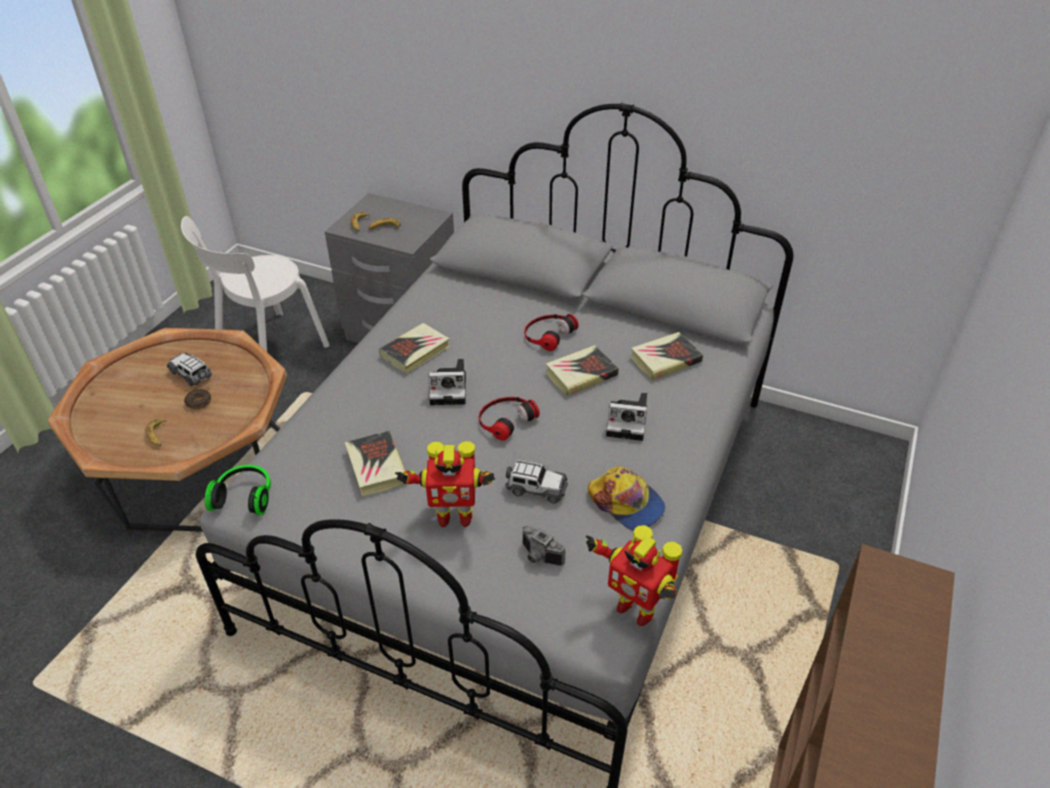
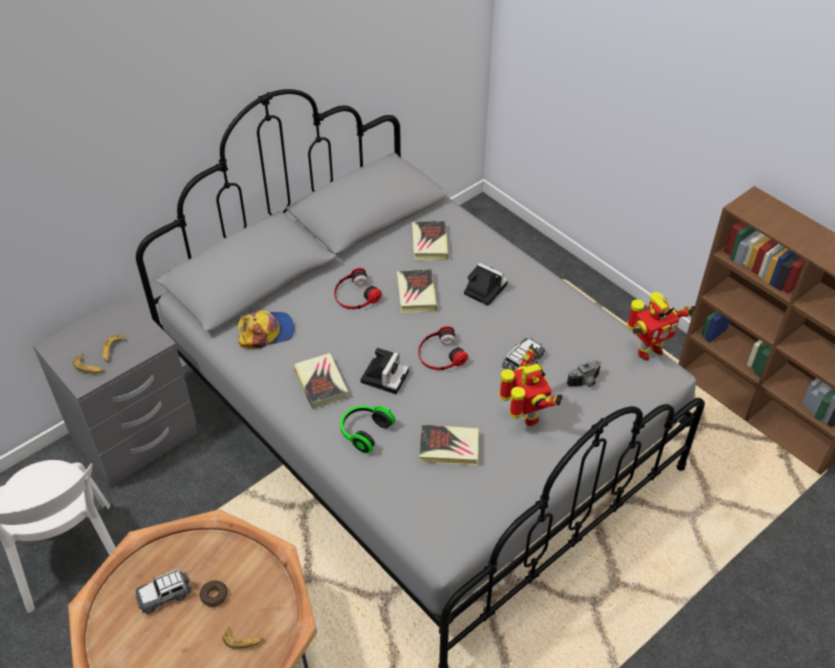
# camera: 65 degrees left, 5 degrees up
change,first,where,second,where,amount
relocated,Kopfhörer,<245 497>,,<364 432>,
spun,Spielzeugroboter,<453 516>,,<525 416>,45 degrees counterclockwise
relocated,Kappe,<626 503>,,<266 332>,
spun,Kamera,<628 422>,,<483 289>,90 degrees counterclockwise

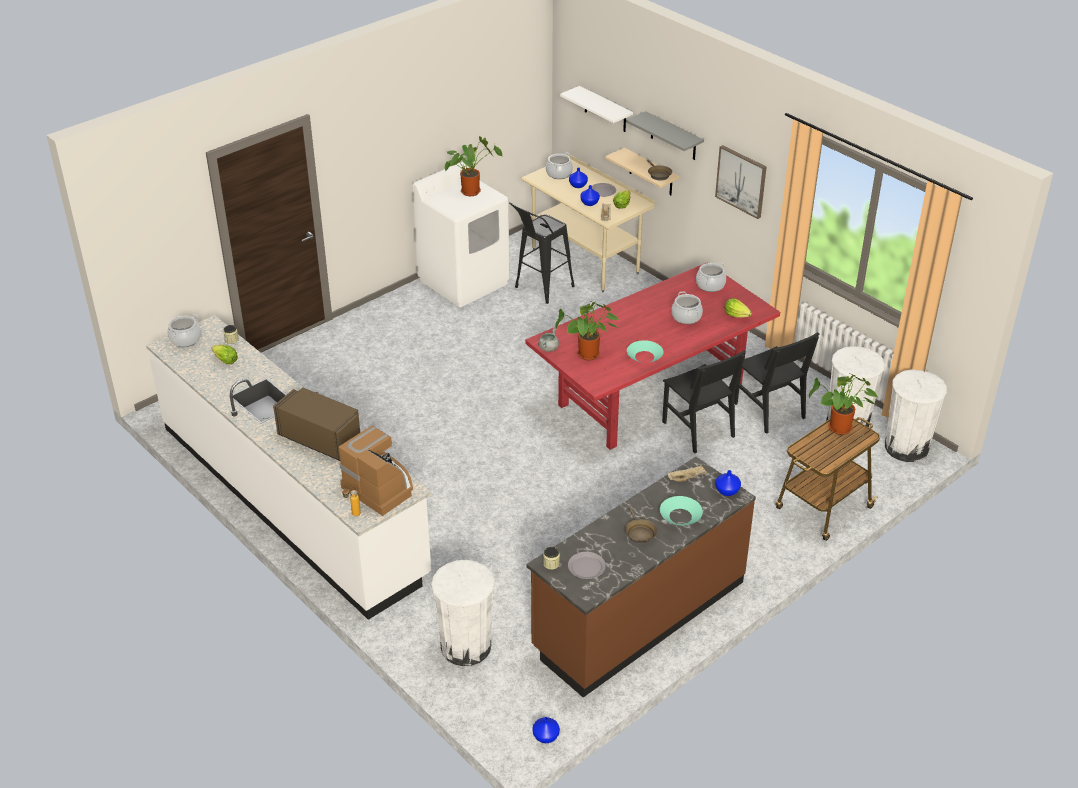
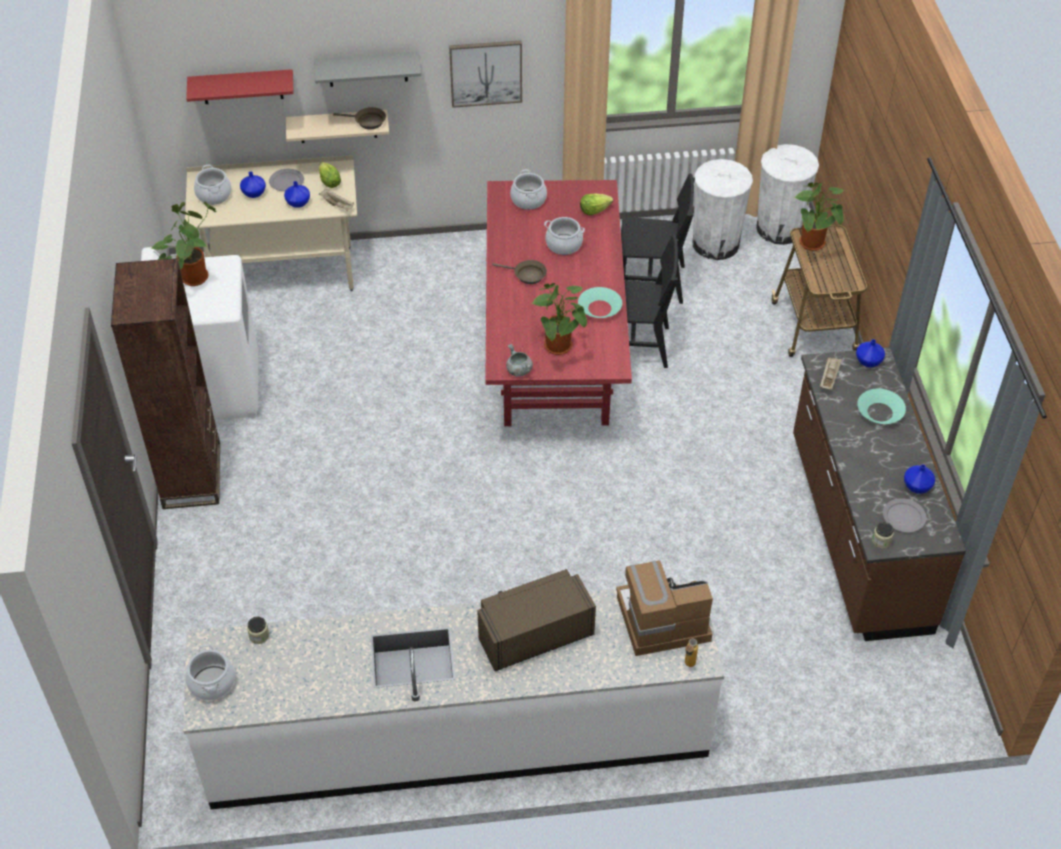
# camera: 55 degrees left, 10 degrees up
change,first,where,second,where,amount
missing,Salatkopf,<225 361>,,,
missing,Mülleimer (weiß),<466 646>,,,
missing,Hocker (schwarz),<540 289>,,,
relocated,Vase (blau),<545 736>,,<916 487>,
colour,Wandregal (weiß),<605 110>,Wandregal (rot),<242 87>,
relocated,Pfanne (braun),<639 532>,,<527 275>,
appeared,,,Bücherregal (braun),<192 475>,

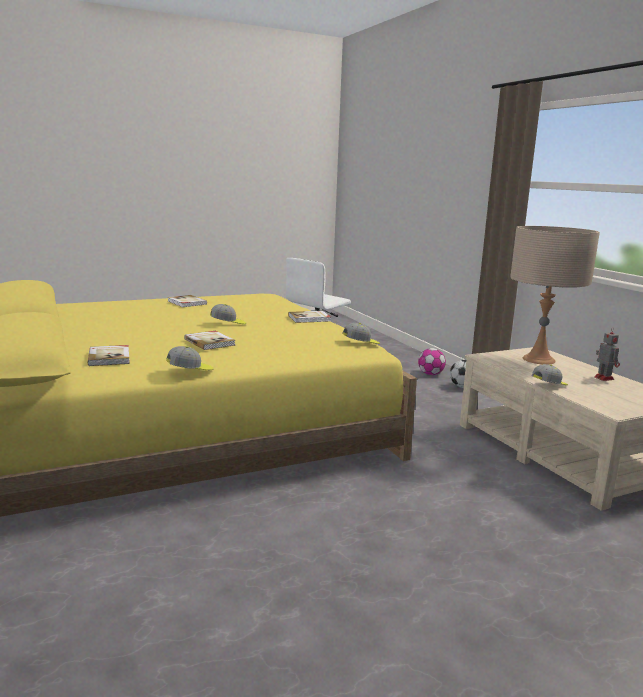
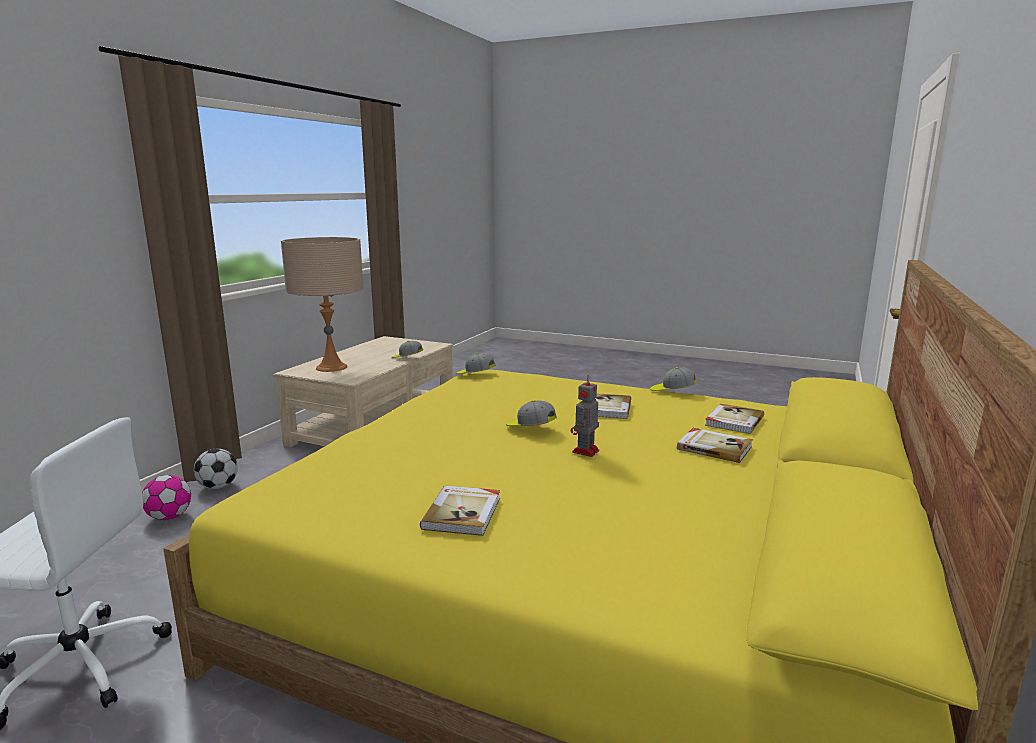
# camera: 130 degrees left, 0 degrees up
change,first,where,second,where,amount
relocated,Buch,<309 318>,,<714 447>,
relocated,Spielzeugroboter,<603 378>,,<585 452>,

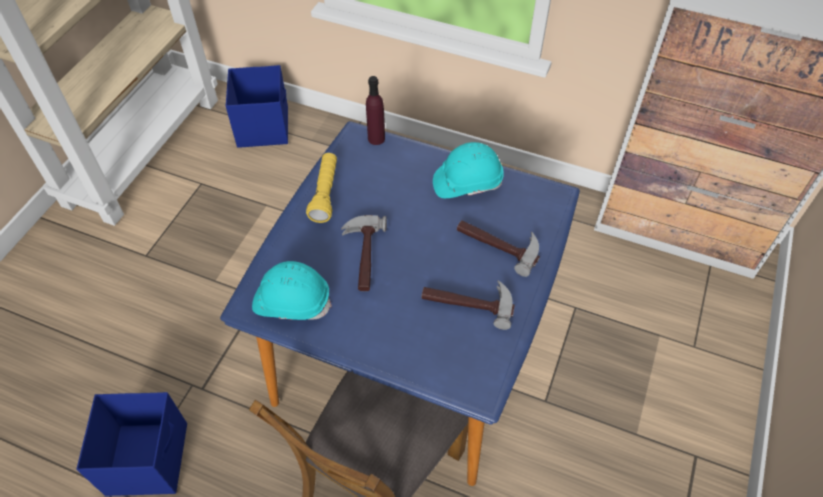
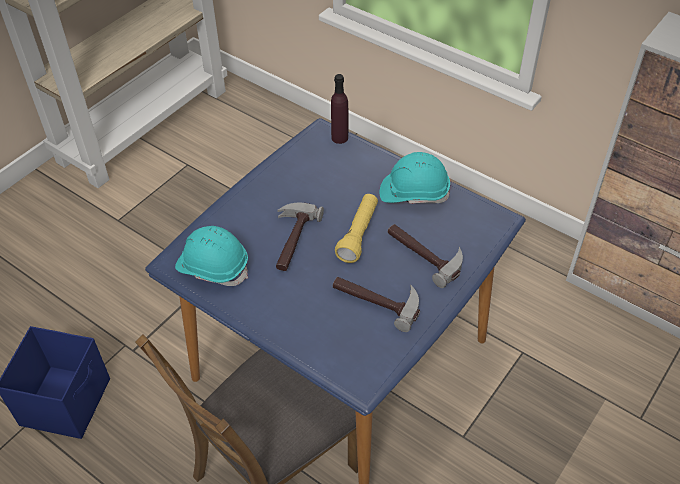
# camera: 15 degrees right, 5 degrees down
change,first,where,second,where,amount
missing,Aufbewahrungsbox (blau),<263 127>,,,
relocated,Taschenlampe (gelb),<325 193>,,<358 234>,

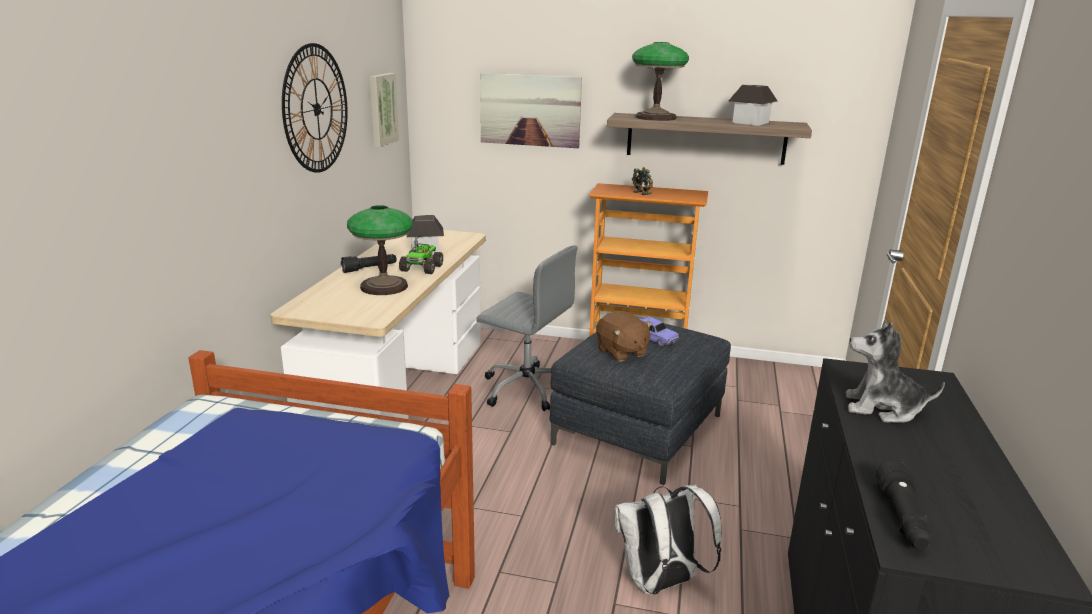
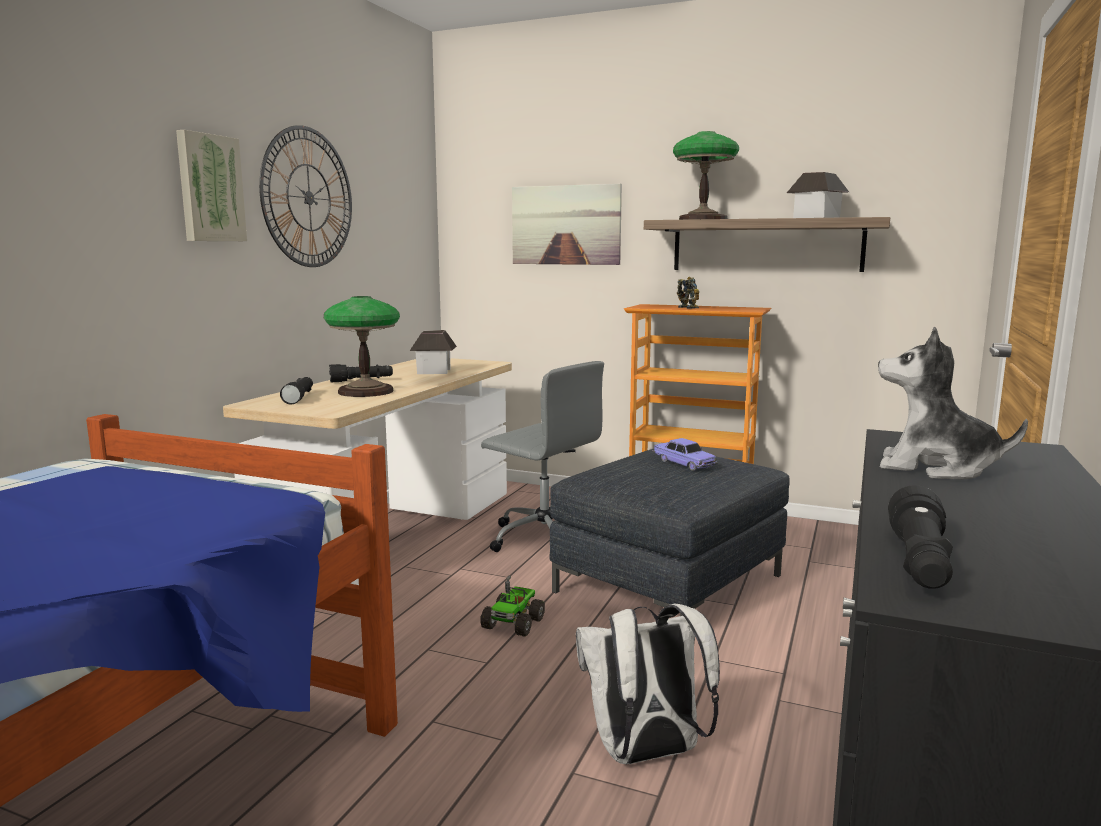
# camera: 10 degrees right, 10 degrees down
change,first,where,second,where,amount
relocated,Bild,<381 109>,,<209 188>,
relocated,Spielzeuglaster,<422 268>,,<514 623>,
missing,Plüschtier (braun),<621 352>,,,
appeared,,,Taschenlampe (schwarz),<300 397>,

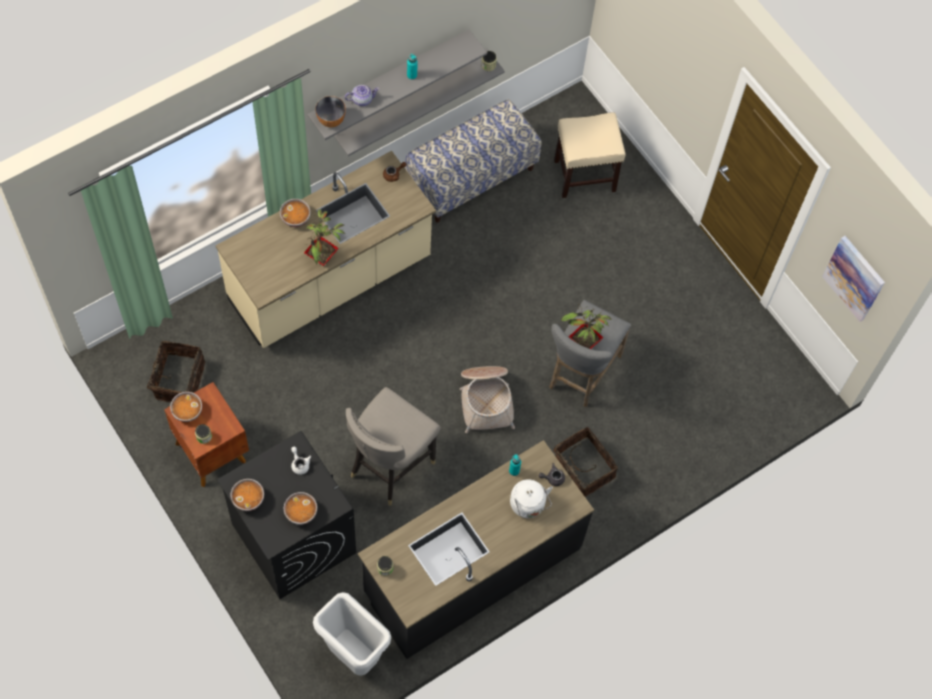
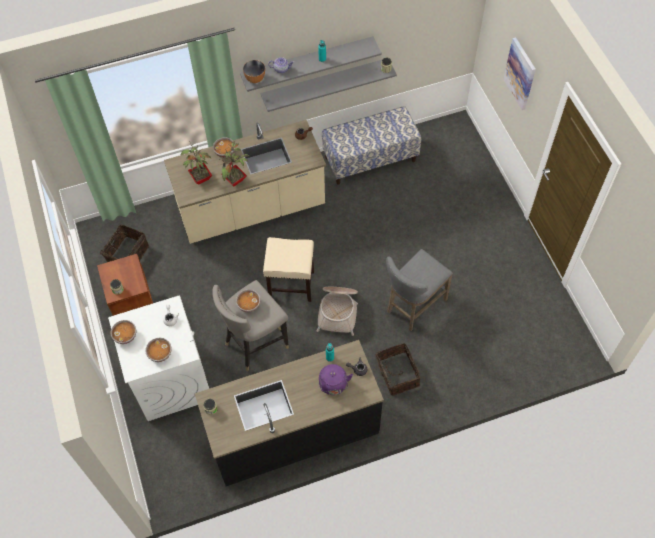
# camera: 20 degrees right, 5 degrees down
change,first,where,second,where,amount
relocated,Schüssel,<187 411>,,<248 305>,
colour,Waschmaschine (schwarz),<293 538>,Waschmaschine (weiß),<171 379>,
missing,Mülleimer (weiß),<353 656>,,,
colour,Wasserkessel (weiß),<528 506>,Wasserkessel (lila),<333 386>,
relocated,Hocker (beige),<584 176>,,<290 285>,
relocated,Topfpflanze,<583 343>,,<200 179>,
relocated,Bild,<854 278>,,<520 73>,

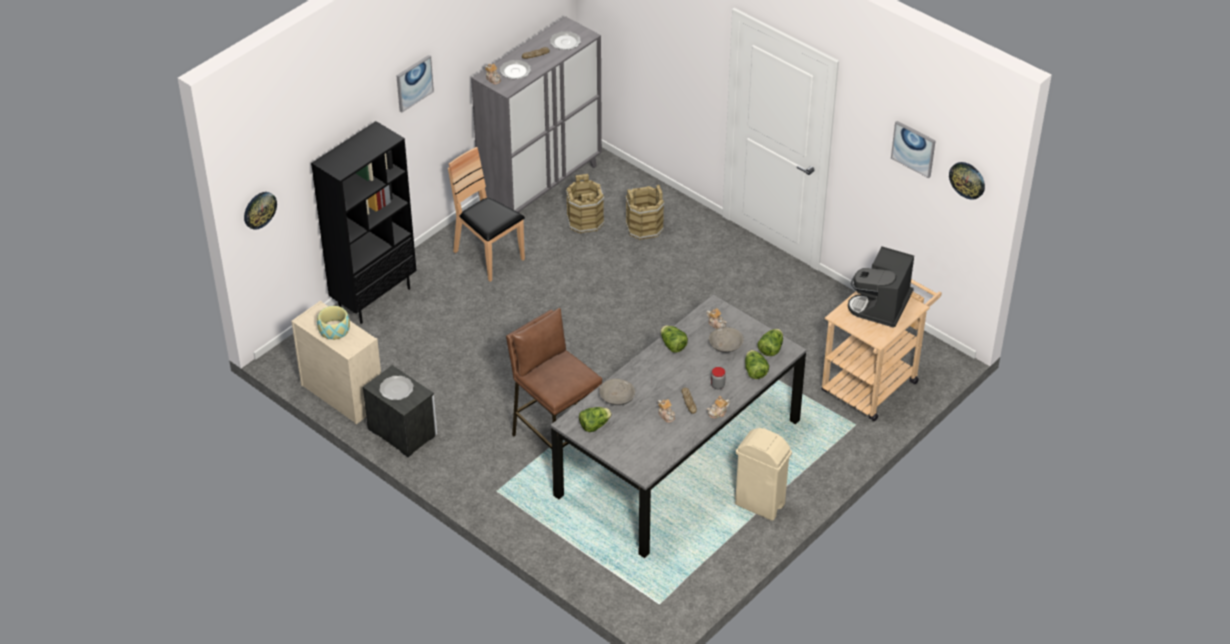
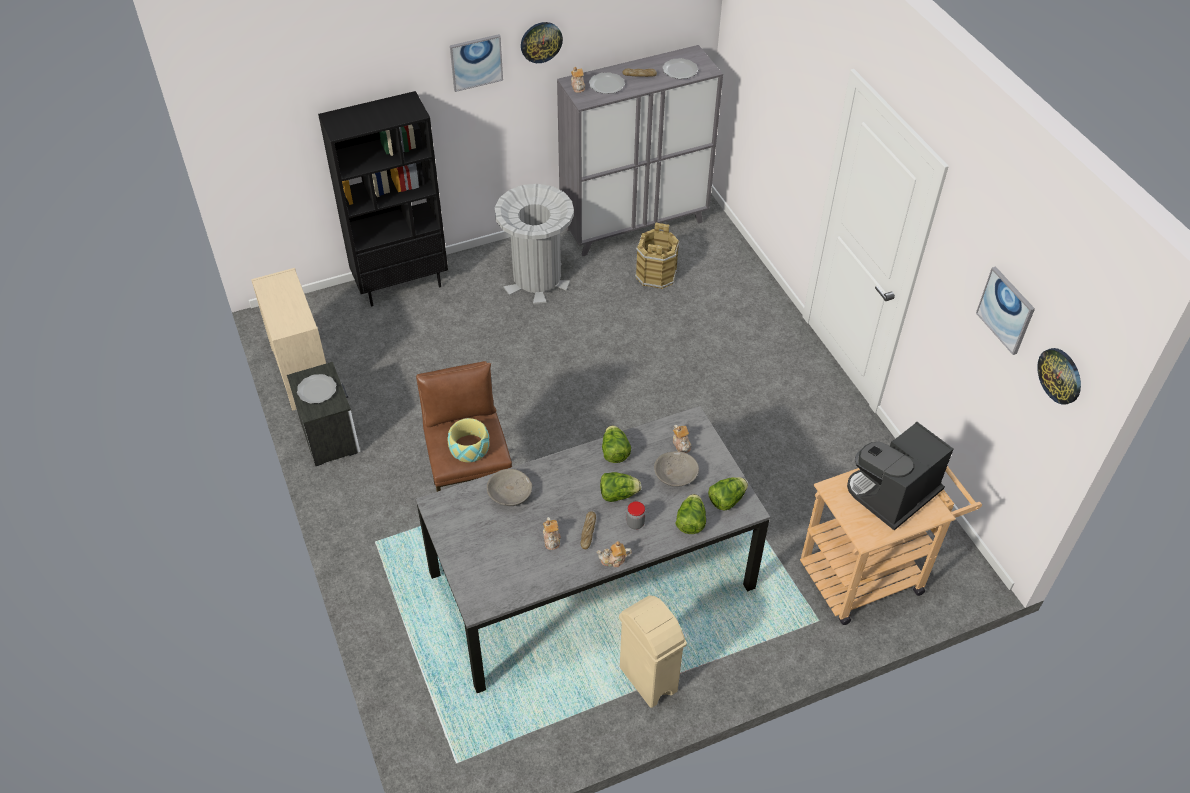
# camera: 25 degrees right, 5 degrees up
change,first,where,second,where,amount
relocated,Wanduhr,<259 210>,,<541 42>,
relocated,Schüssel,<334 330>,,<469 448>,
exchanged,Stuhl (braun),<488 257>,Mülleimer (grau),<537 280>,
relocated,Salatkopf,<594 425>,,<618 494>,
missing,Eimer (braun),<644 227>,,,

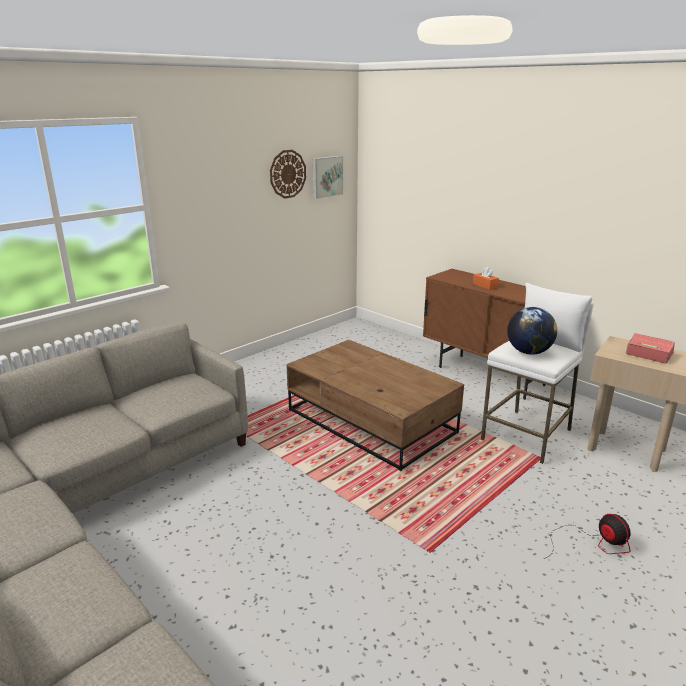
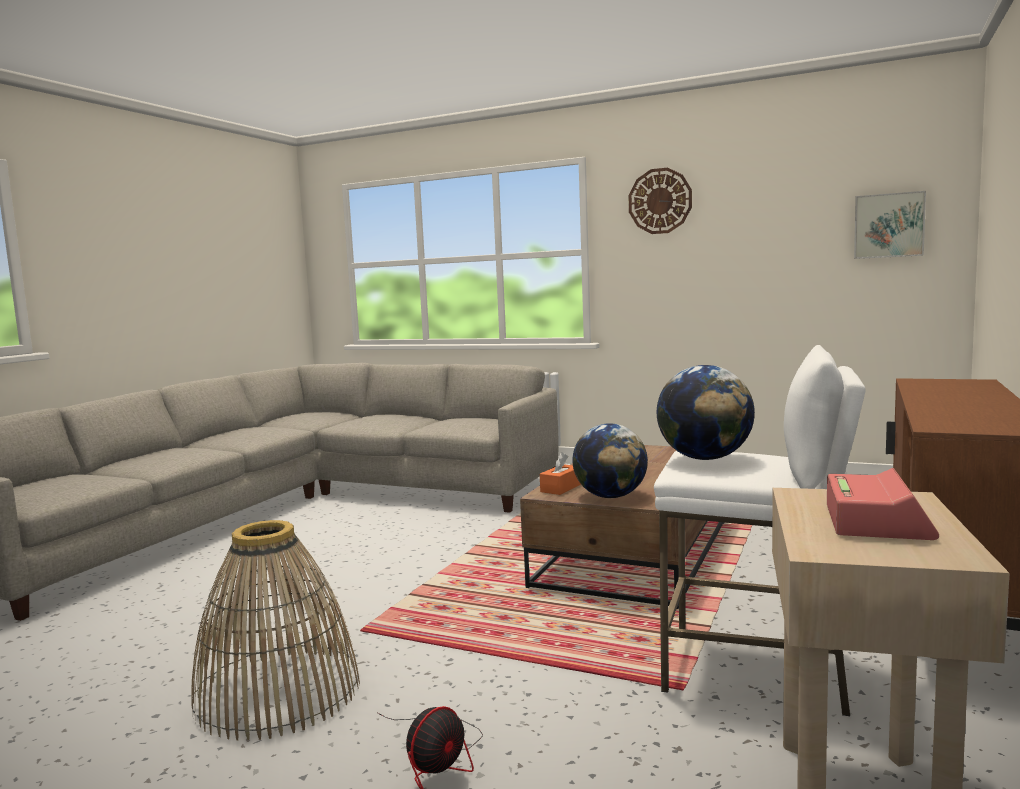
# camera: 70 degrees right, 15 degrees down
change,first,where,second,where,amount
relocated,Wanduhr,<287 174>,,<660 201>,
relocated,Taschentuchbox (orange),<485 285>,,<561 488>,
appeared,,,Korb,<278 693>,
appeared,,,Globus,<610 496>,

